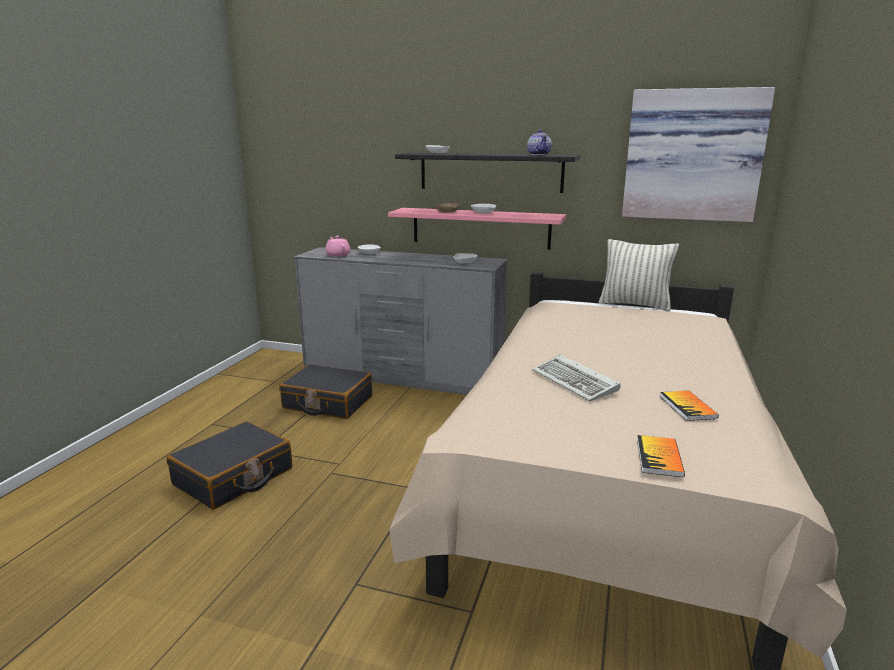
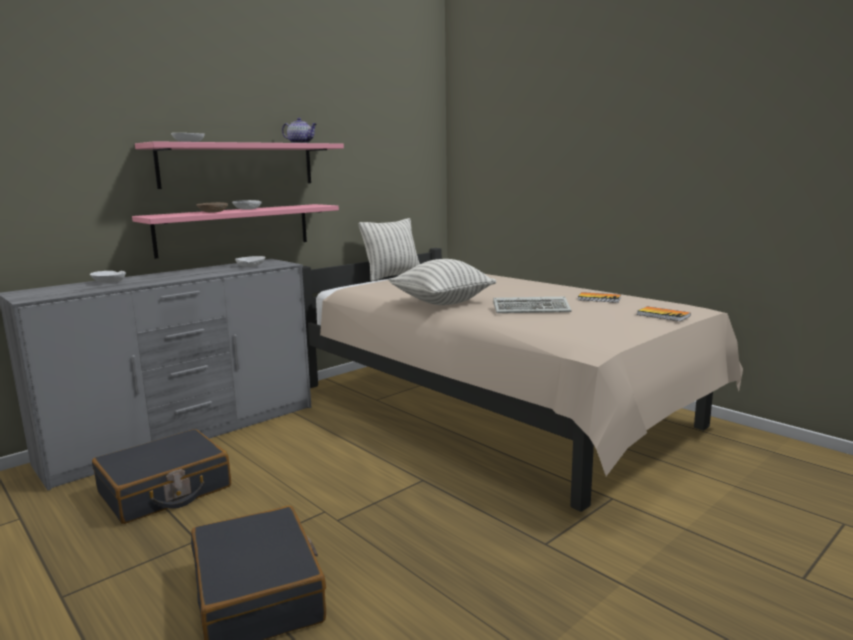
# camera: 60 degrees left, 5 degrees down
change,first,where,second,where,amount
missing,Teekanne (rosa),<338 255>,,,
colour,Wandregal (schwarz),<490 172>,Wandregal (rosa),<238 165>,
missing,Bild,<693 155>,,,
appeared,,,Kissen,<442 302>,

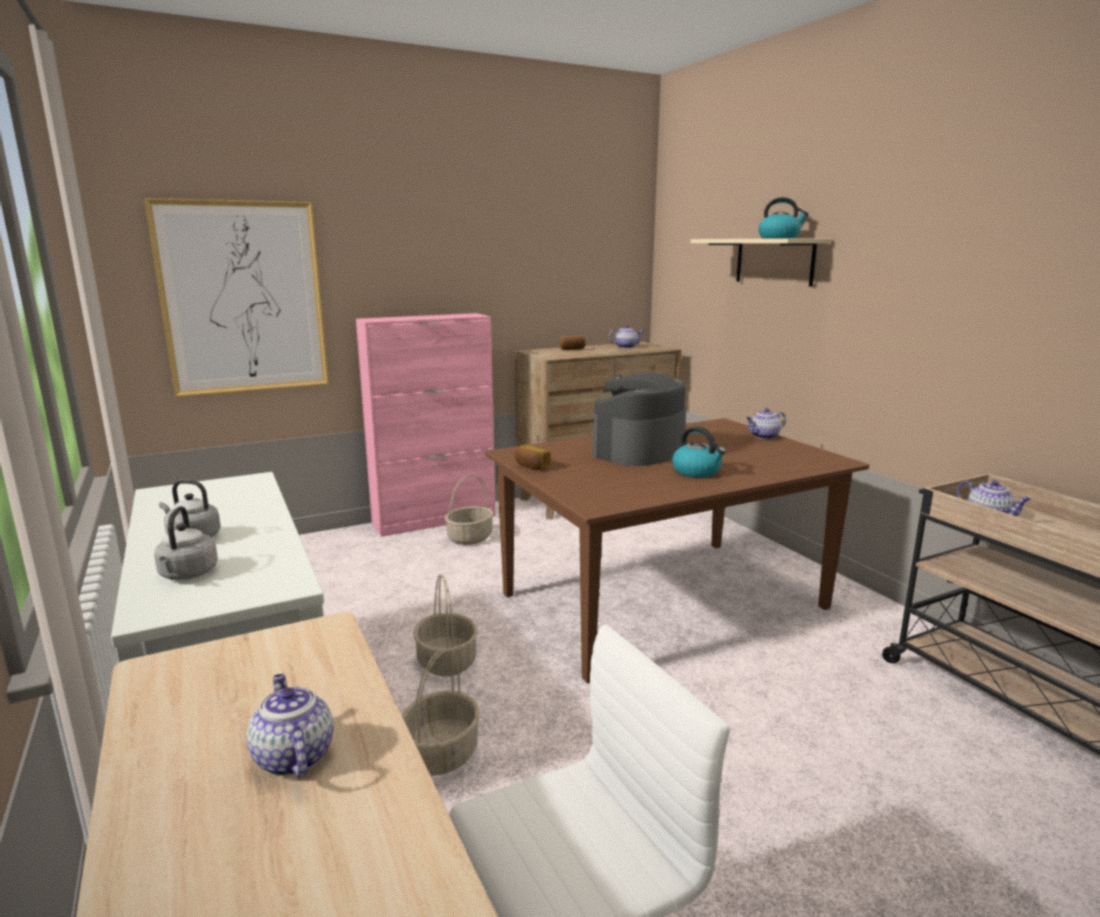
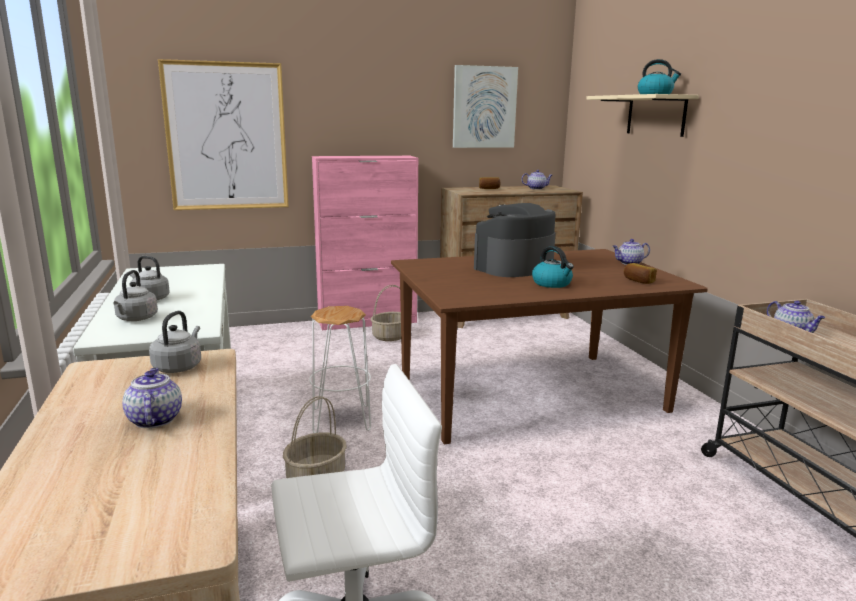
# camera: 10 degrees right, 0 degrees up
change,first,where,second,where,amount
exchanged,Korb,<446 661>,Hocker (weiß),<341 419>,
relocated,Brot,<531 466>,,<638 281>,
appeared,,,Wasserkessel (grau),<179 367>,
appeared,,,Bild,<484 107>,

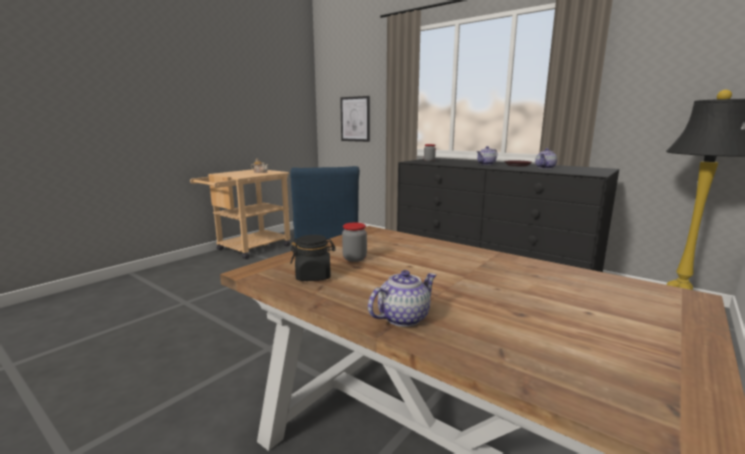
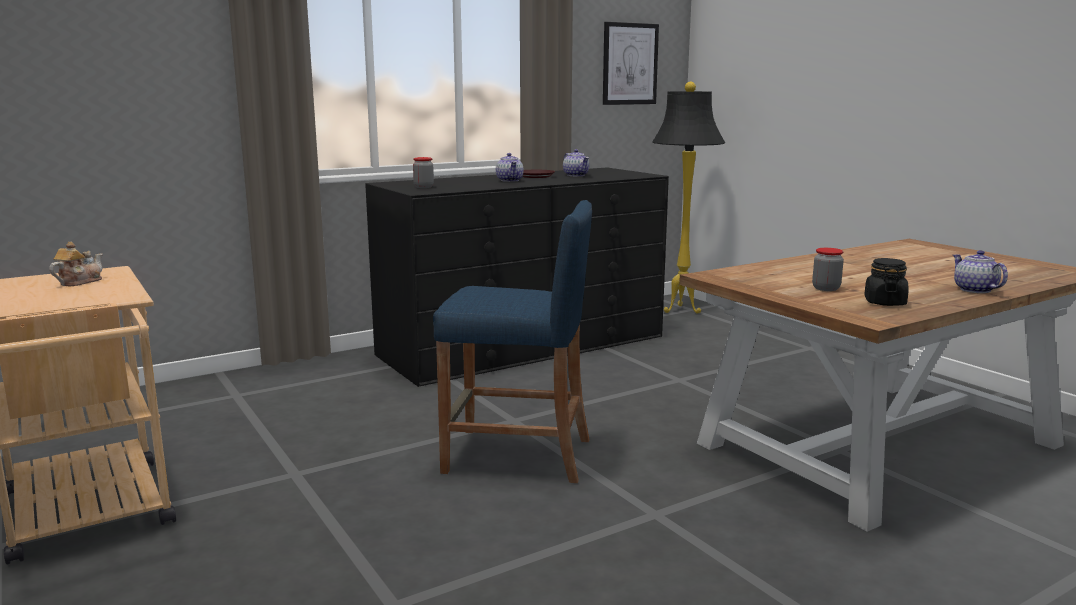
# camera: 70 degrees left, 0 degrees up
change,first,where,second,where,amount
relocated,Bild,<355 119>,,<629 64>,

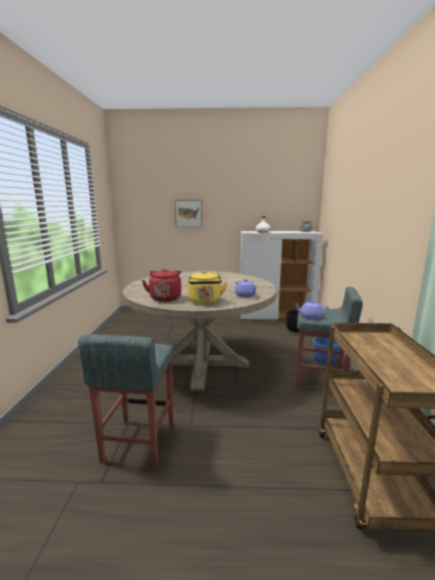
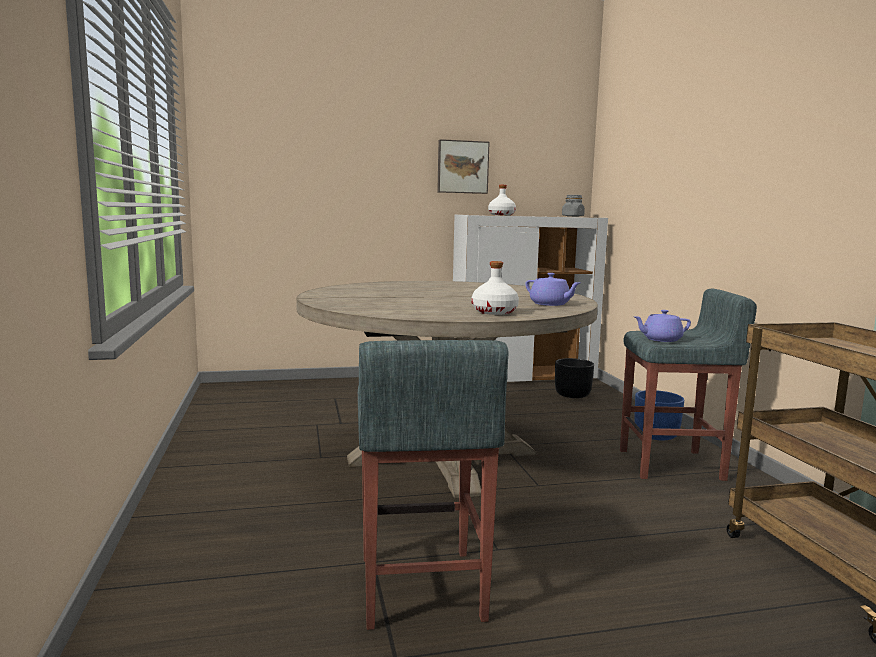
# camera: 15 degrees left, 5 degrees down
change,first,where,second,where,amount
missing,Wasserkessel (rot),<165 298>,,,
relocated,Bild,<188 213>,,<462 167>,
exchanged,Wasserkessel (gelb),<205 302>,Flasche (weiß),<494 312>,

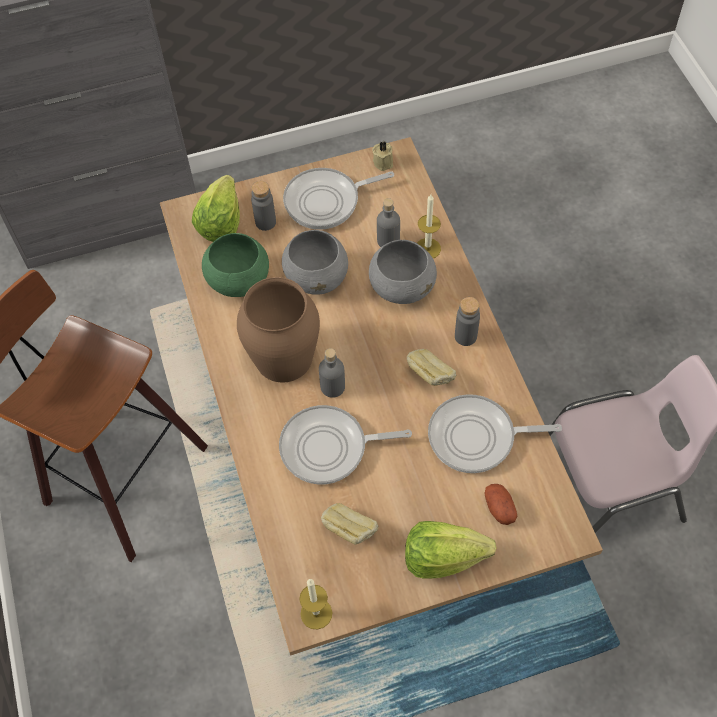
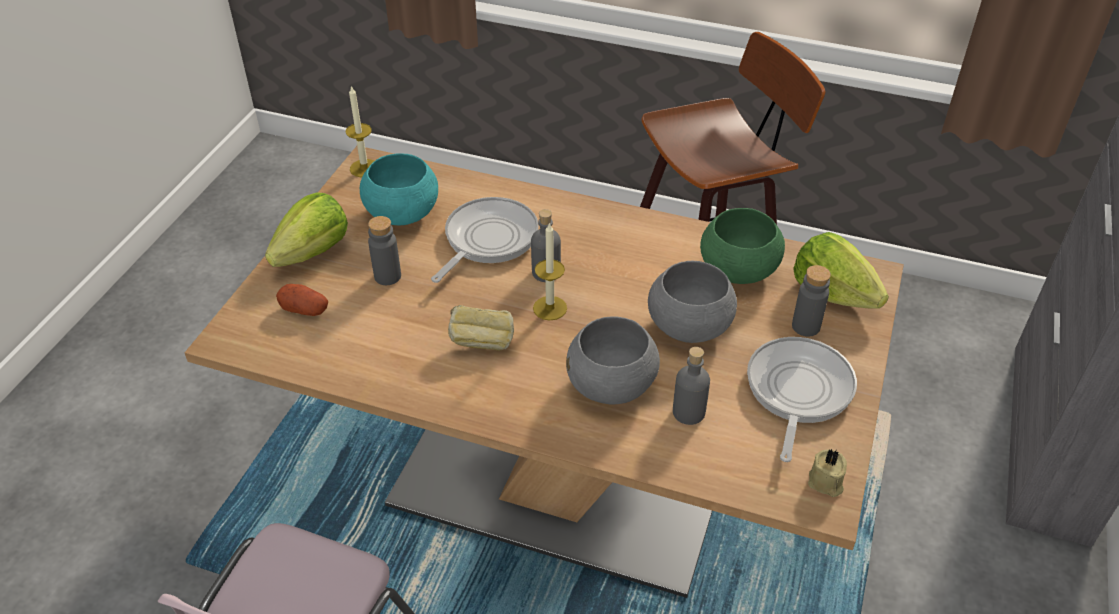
# camera: 125 degrees right, 15 degrees down
change,first,where,second,where,amount
missing,Vase (braun),<284 357>,,,
exchanged,Brot,<349 531>,Schüssel (türkis),<402 214>,
relocated,Kerze,<427 248>,,<550 308>,
missing,Pfanne,<477 437>,,,
relocated,Flasche (grau),<465 336>,,<387 276>,

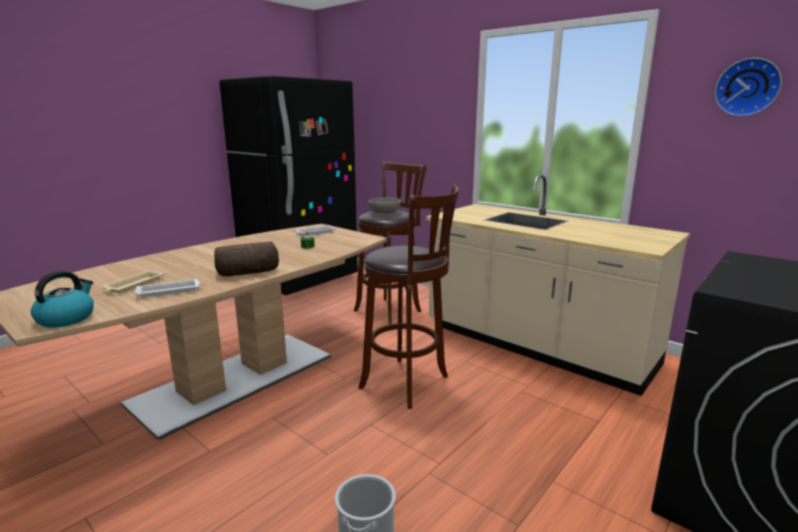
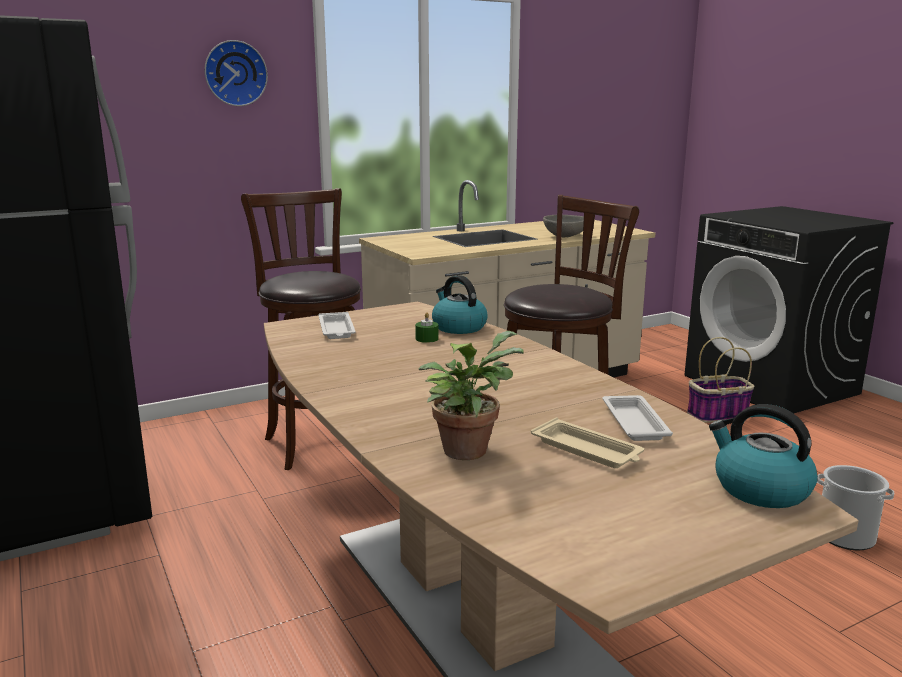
# camera: 70 degrees left, 0 degrees up
change,first,where,second,where,amount
missing,Brot,<248 273>,,,
relocated,Schüssel (grau),<384 213>,,<565 236>,
relocated,Wanduhr,<747 87>,,<235 73>,
appeared,,,Topfpflanze,<467 448>,
appeared,,,Wasserkessel,<458 327>,
appeared,,,Korb,<717 415>,

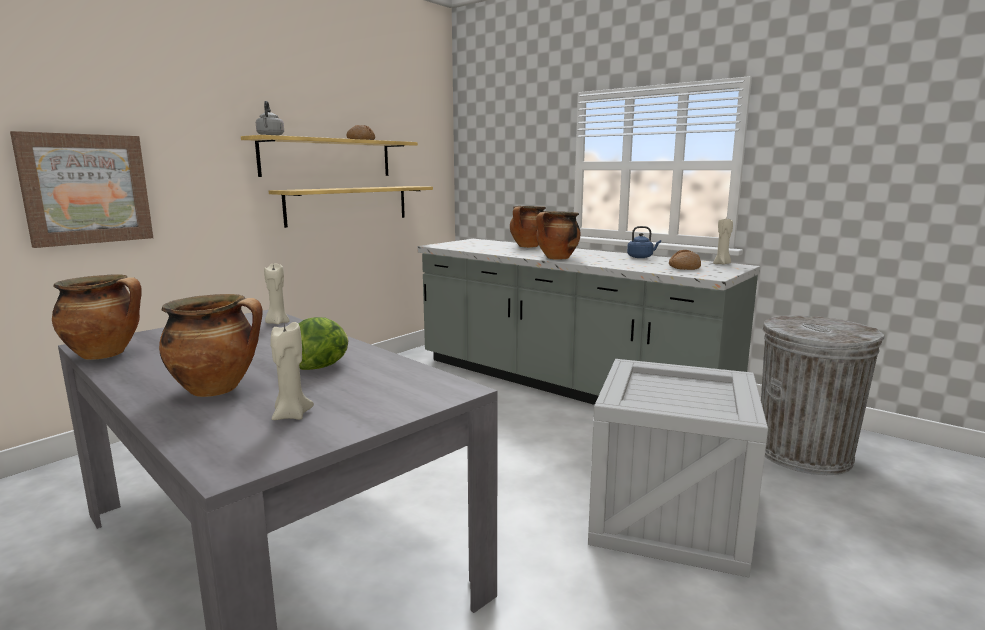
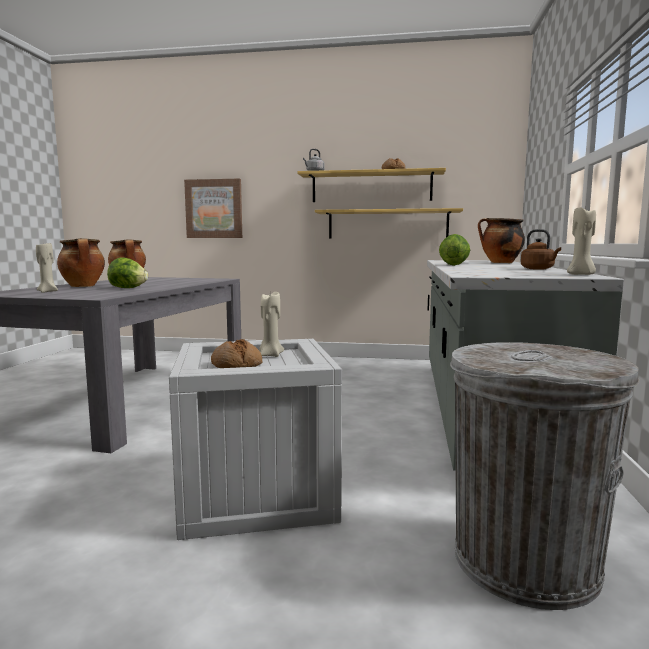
# camera: 60 degrees right, 5 degrees down
change,first,where,second,where,amount
relocated,Kerze (beige),<277 323>,,<270 355>,
exchanged,Kochtopf,<557 258>,Salatkopf,<453 265>,
colour,Wasserkessel (blau),<641 257>,Wasserkessel (braun),<539 269>,
relocated,Brot,<684 267>,,<236 365>,

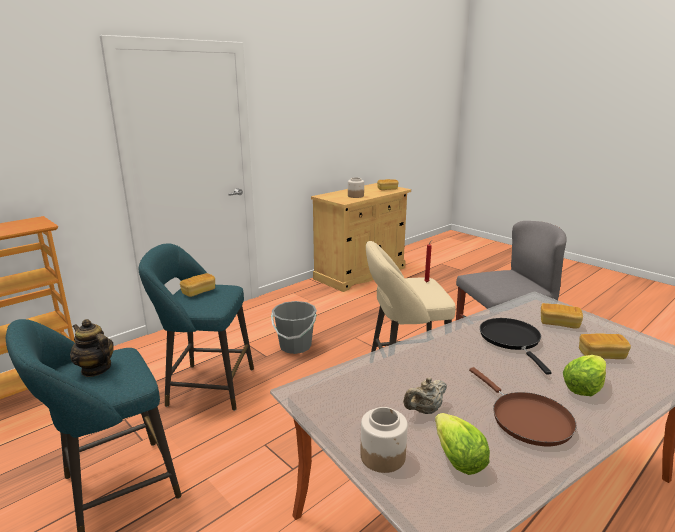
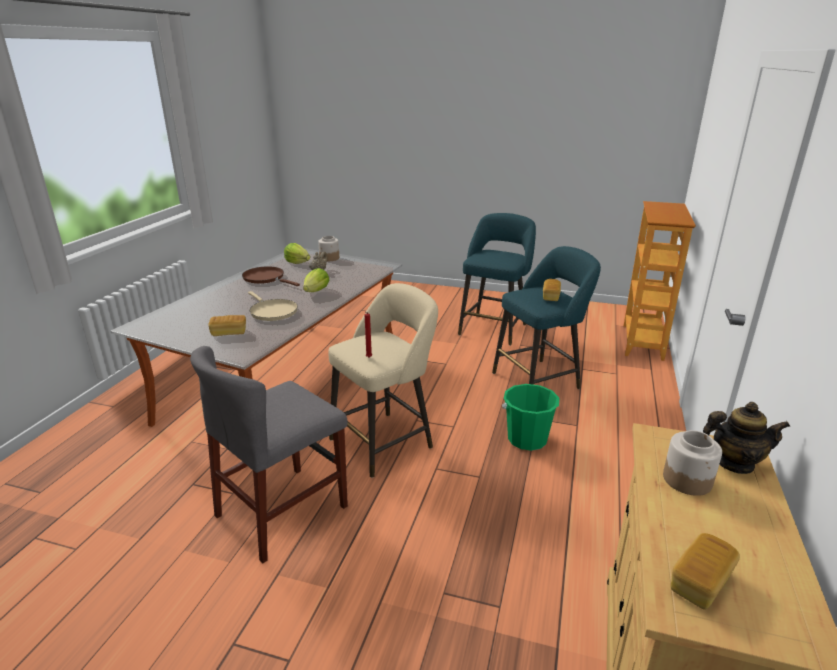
# camera: 150 degrees right, 5 degrees up
change,first,where,second,where,amount
relocated,Teekanne,<96 369>,,<733 463>,
colour,Eimer (grau),<295 346>,Eimer (grün),<527 439>,
colour,Pfanne (schwarz),<511 340>,Pfanne (beige),<272 312>,
relocated,Salatkopf,<583 388>,,<316 291>,
missing,Brot,<601 355>,,,

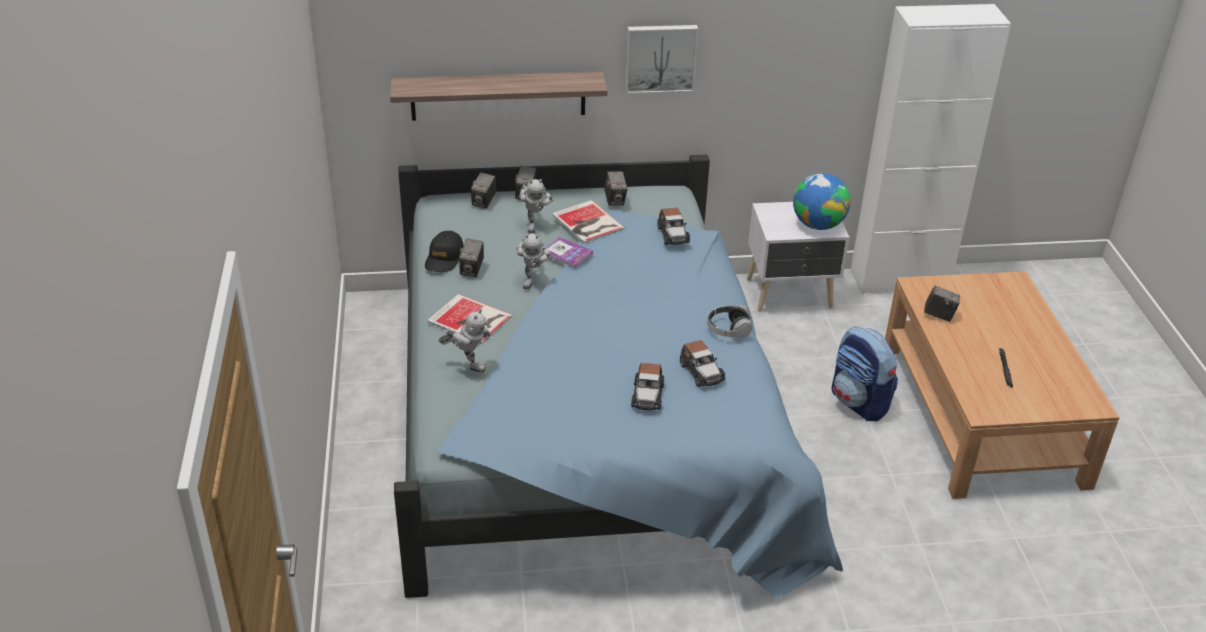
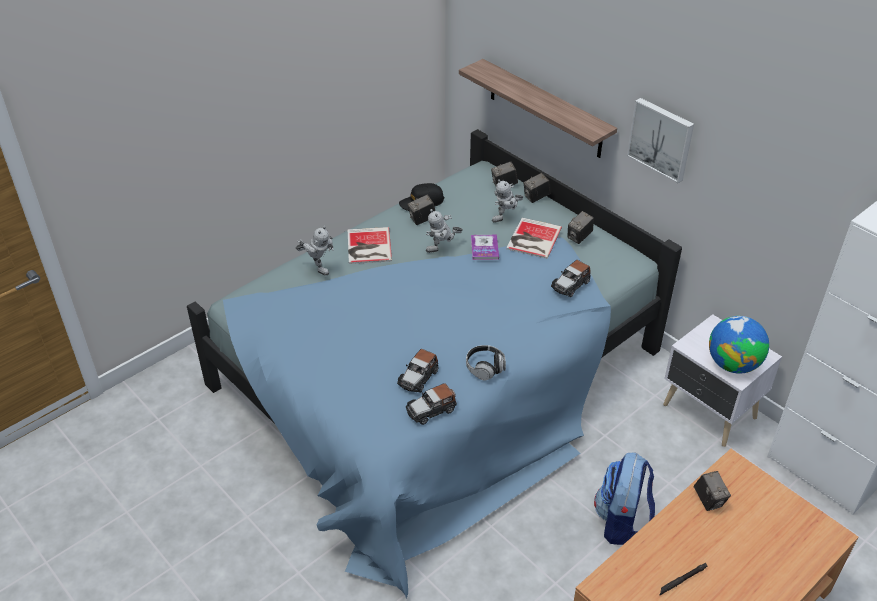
# camera: 55 degrees right, 5 degrees up
change,first,where,second,where,amount
spun,Spielzeugroboter,<468 363>,,<317 267>,45 degrees counterclockwise
relocated,Spielzeugauto,<647 395>,,<431 410>,

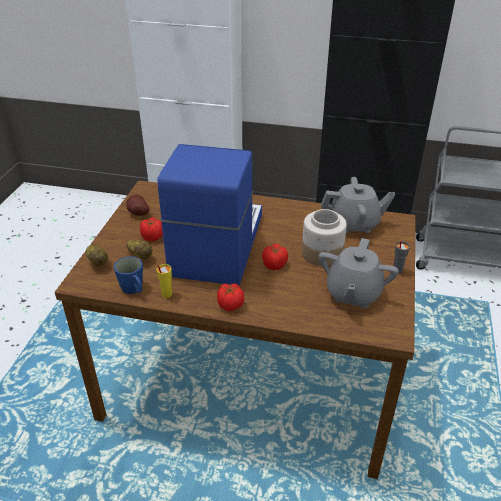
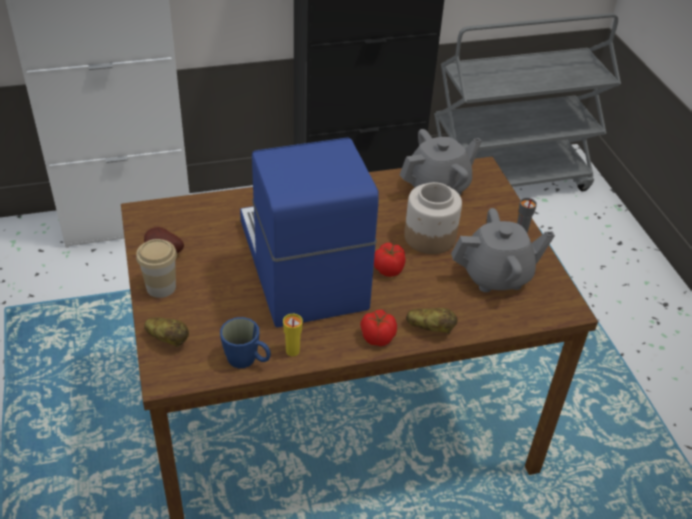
# camera: 30 degrees left, 5 degrees up
change,first,where,second,where,amount
relocated,Kartoffel,<140 256>,,<430 328>,
missing,Tomate,<152 237>,,,
spun,Teekanne (grau),<353 293>,,<496 276>,90 degrees counterclockwise
appeared,,,Tasse,<161 287>,

